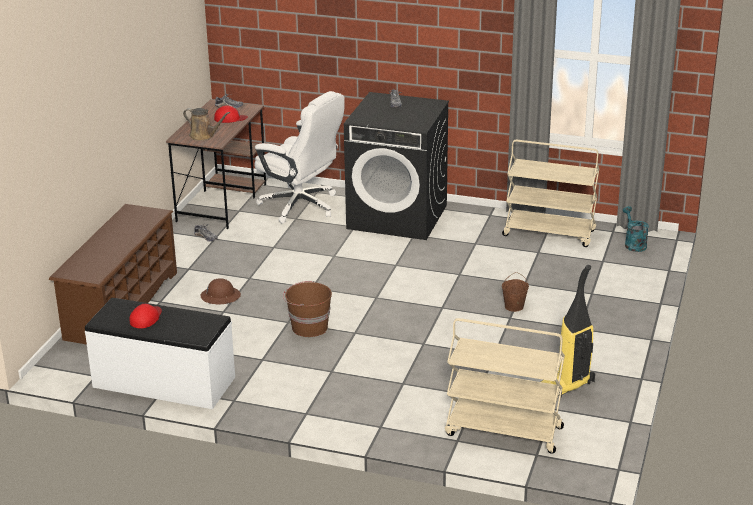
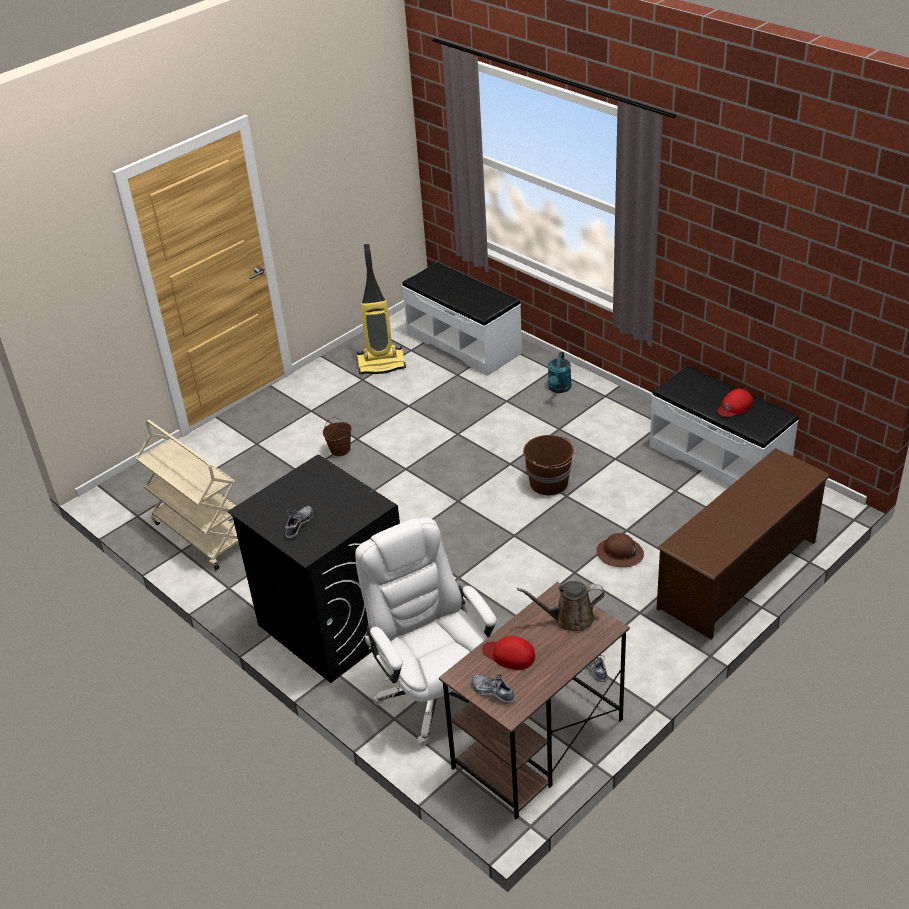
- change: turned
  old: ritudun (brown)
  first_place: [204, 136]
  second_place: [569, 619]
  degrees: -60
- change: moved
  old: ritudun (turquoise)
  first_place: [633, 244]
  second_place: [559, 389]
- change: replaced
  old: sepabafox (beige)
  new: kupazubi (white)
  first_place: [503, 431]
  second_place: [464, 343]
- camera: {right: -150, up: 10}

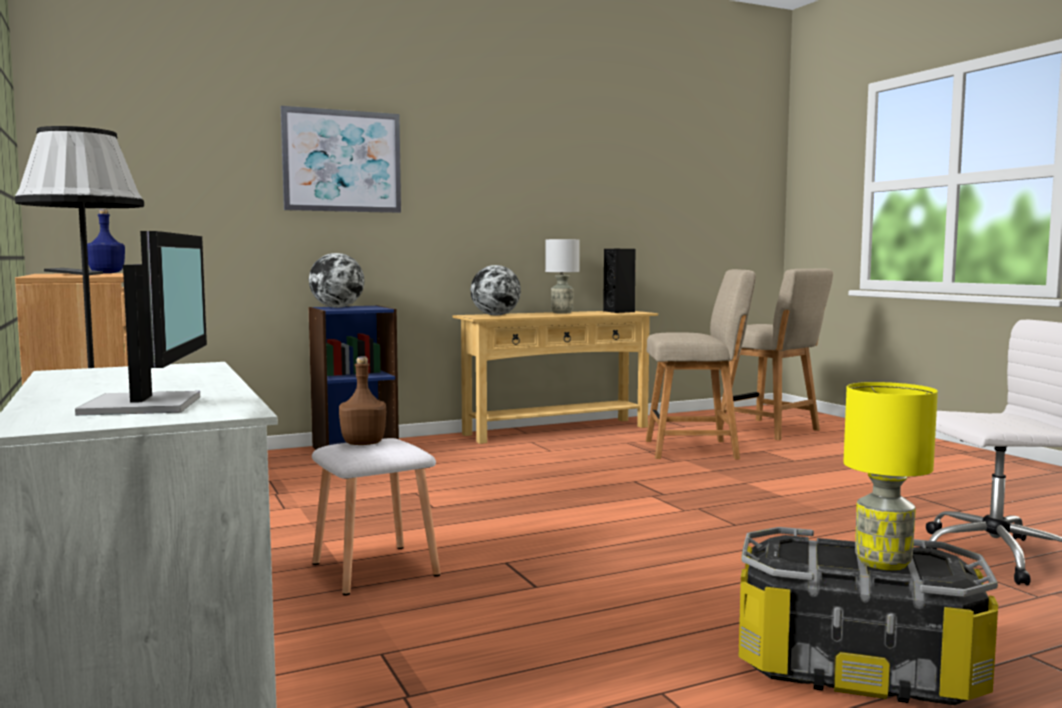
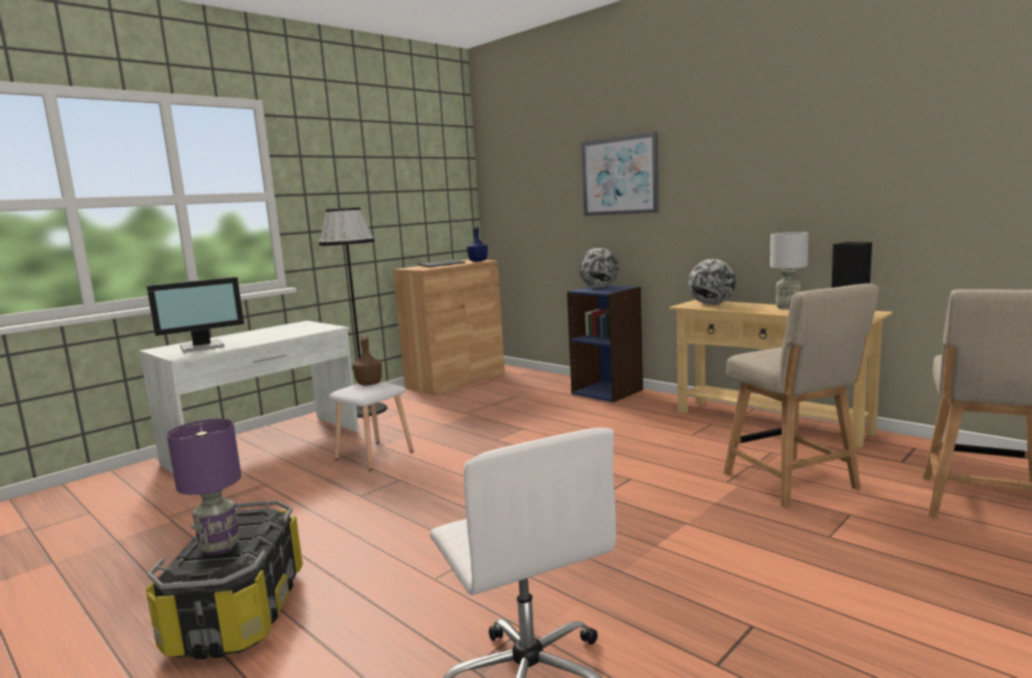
- change: recoloured
  old: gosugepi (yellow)
  new: gosugepi (purple)
  first_place: [881, 562]
  second_place: [221, 547]
- camera: {right: 70, up: 5}

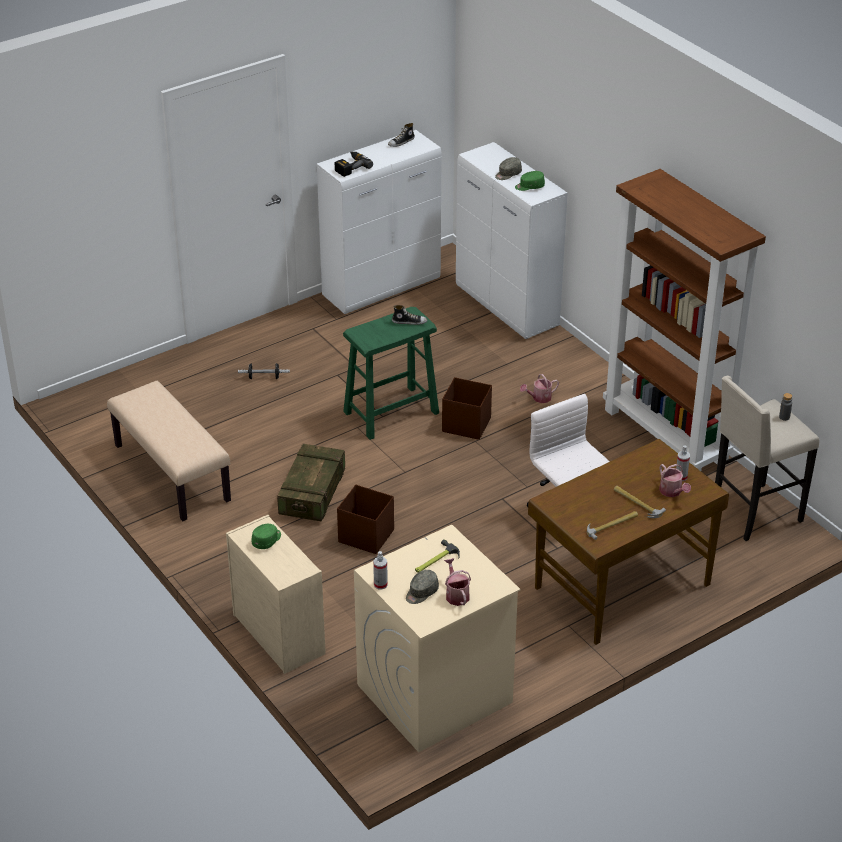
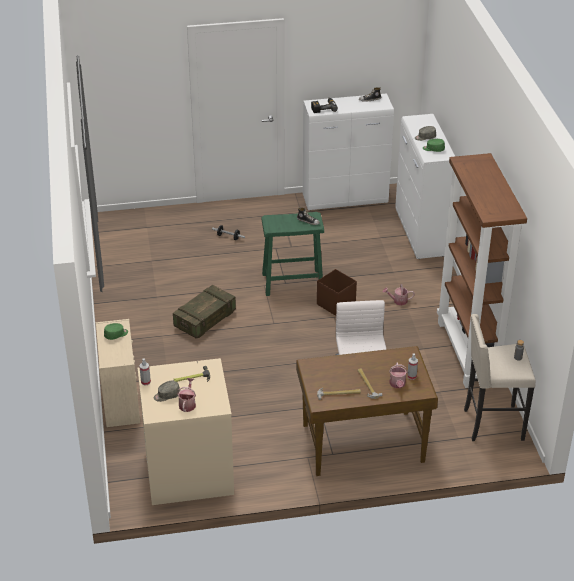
- change: removed
  old: kupazubi (beige)
  first_place: [171, 473]
- change: removed
  old: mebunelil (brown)
  first_place: [365, 535]
- camera: {right: 25, up: 0}

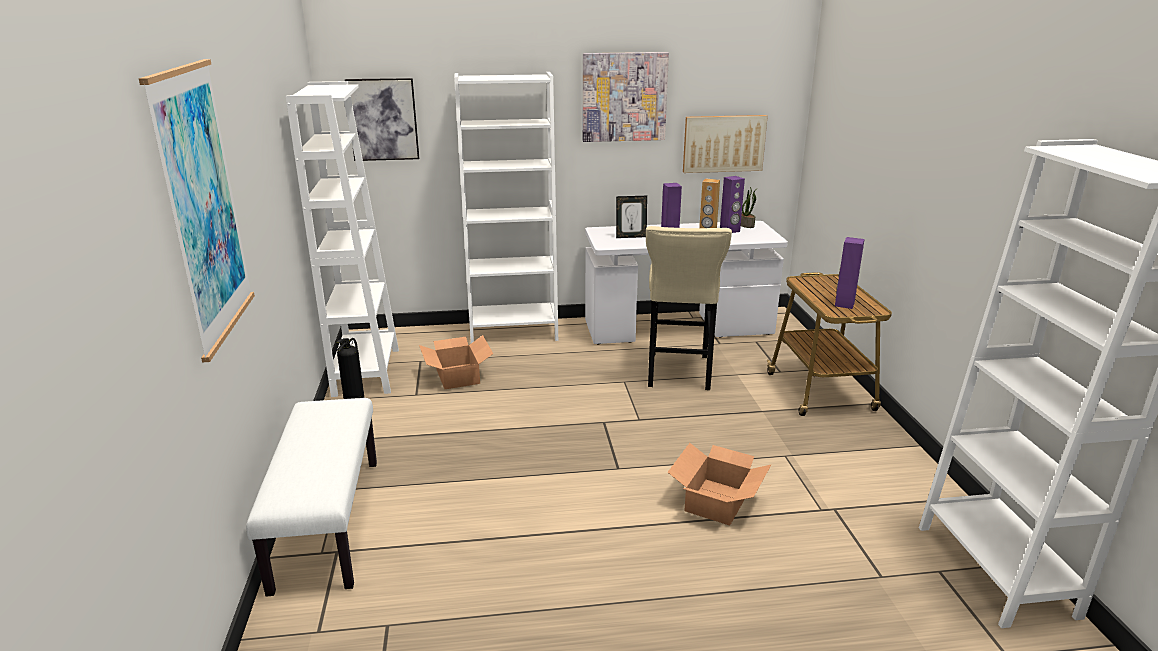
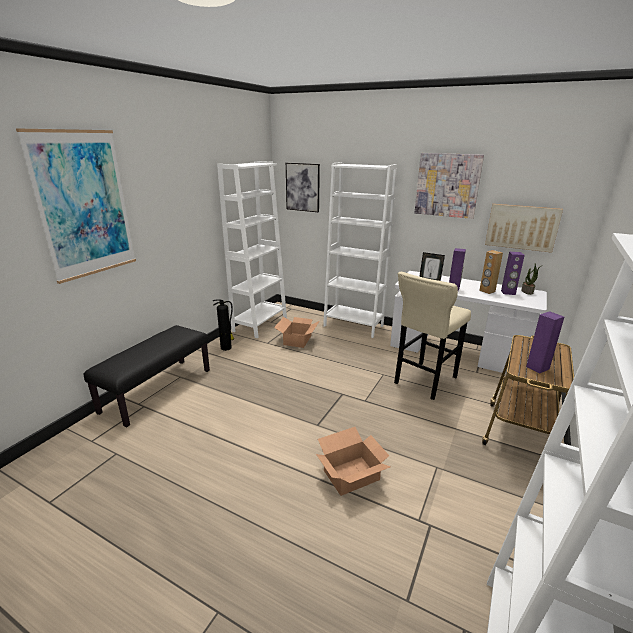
- change: recoloured
  old: kupazubi (white)
  new: kupazubi (black)
  first_place: [326, 522]
  second_place: [157, 390]
- camera: {right: 35, up: 0}

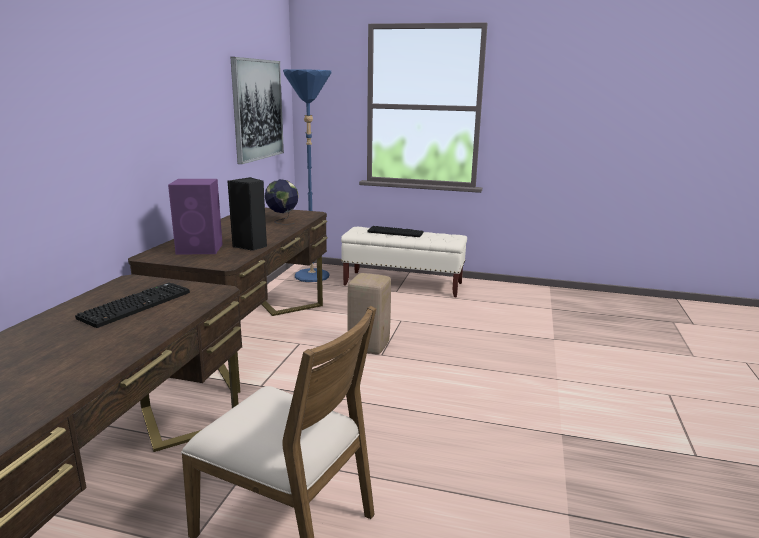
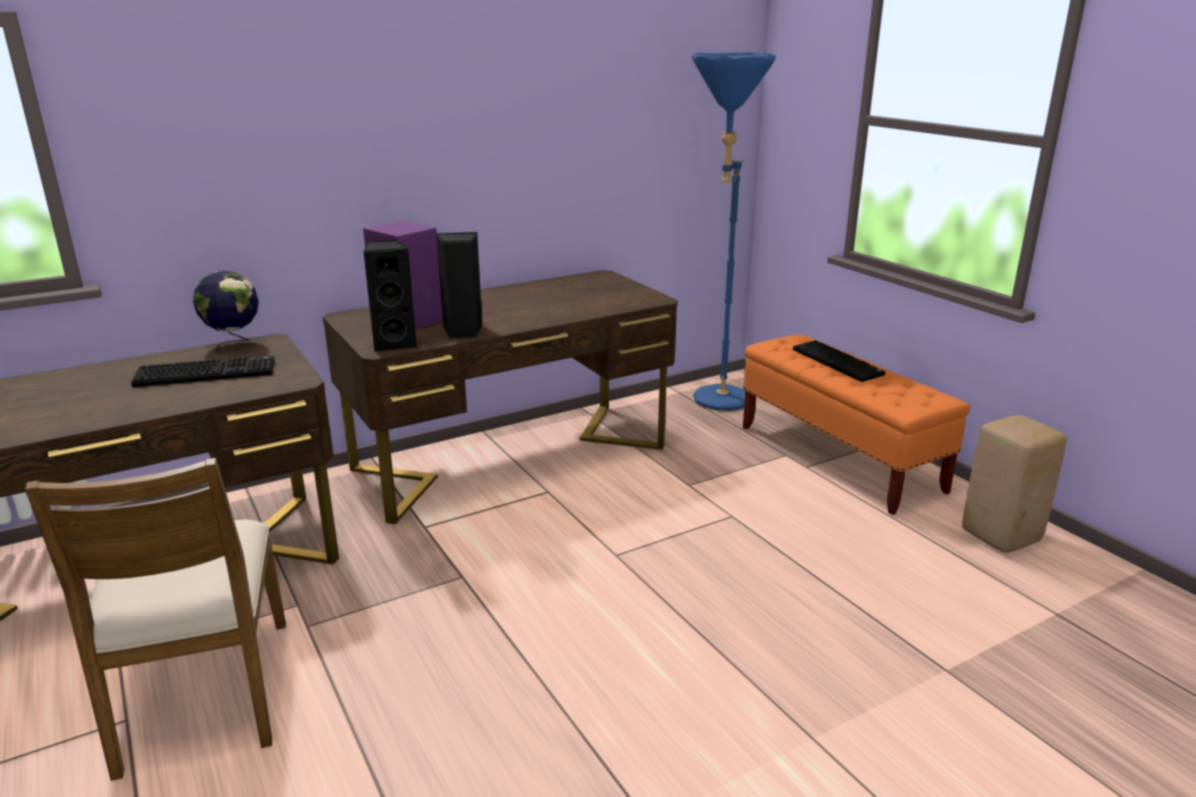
- change: removed
  old: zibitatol
  first_place: [257, 109]
- change: moved
  old: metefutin
  first_place: [282, 221]
  second_place: [234, 345]
- change: recoloured
  old: kupazubi (beige)
  new: kupazubi (orange)
  first_place: [403, 284]
  second_place: [839, 459]
- change: moved
  old: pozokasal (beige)
  first_place: [369, 347]
  second_place: [1001, 537]
- change: added
  new: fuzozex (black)
  second_place: [394, 343]
- camera: {right: 45, up: 5}

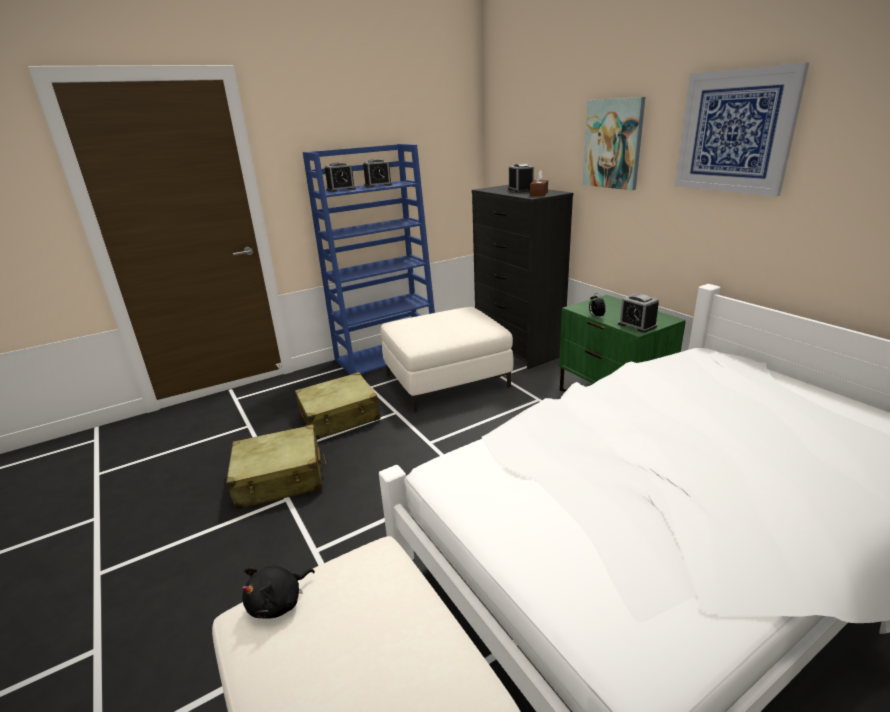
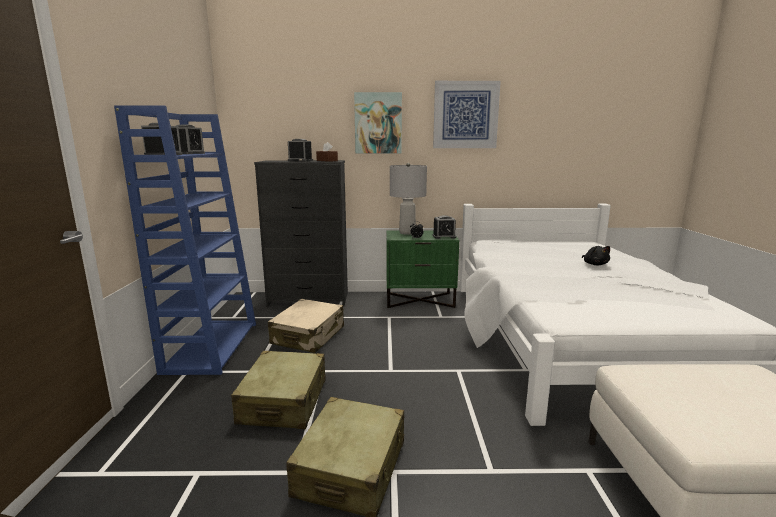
- change: replaced
  old: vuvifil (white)
  new: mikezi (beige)
  first_place: [447, 380]
  second_place: [308, 335]
- change: moved
  old: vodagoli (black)
  first_place: [279, 602]
  second_place: [595, 264]
- change: added
  new: gosugepi (grey)
  second_place: [407, 232]
- camera: {right: -60, up: -10}

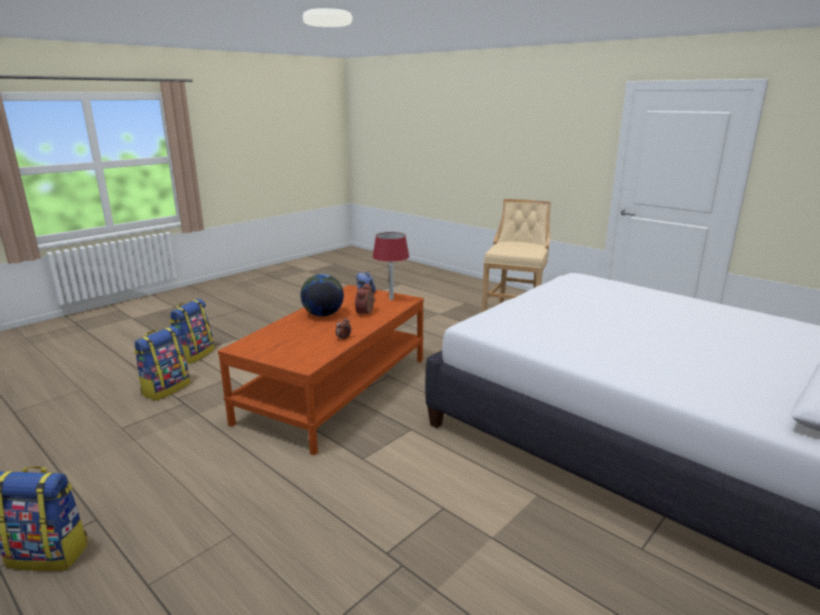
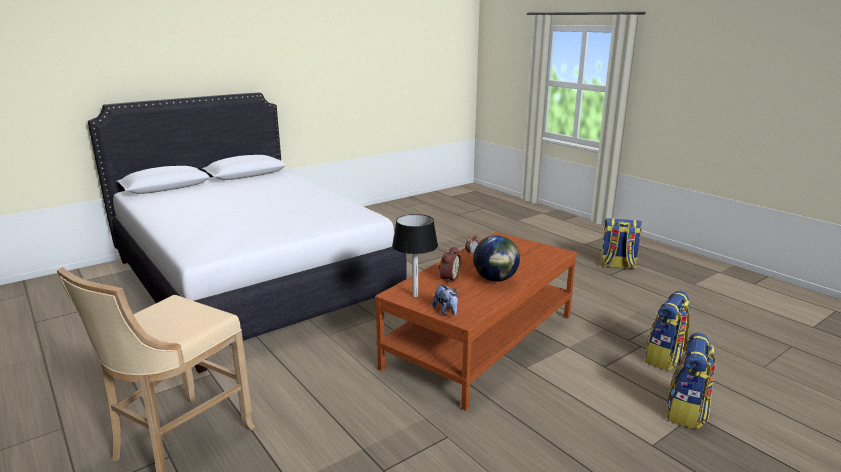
- change: recoloured
  old: gosugepi (red)
  new: gosugepi (black)
  first_place: [391, 299]
  second_place: [415, 296]
- camera: {right: -170, up: 0}

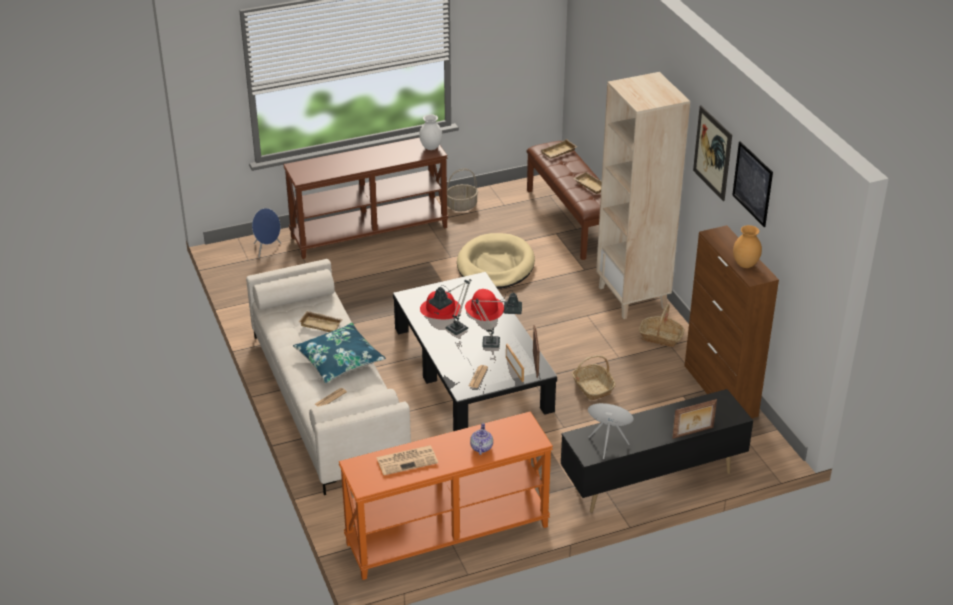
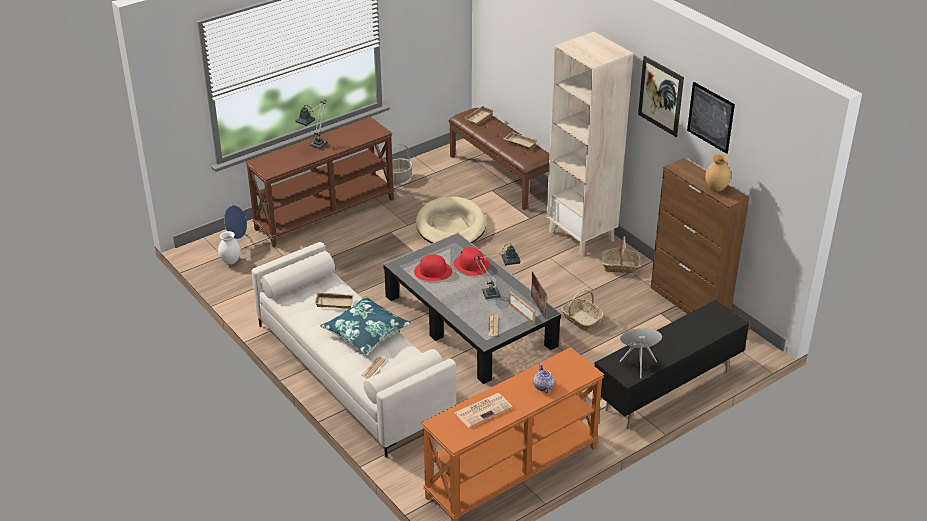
- change: moved
  old: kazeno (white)
  first_place: [430, 147]
  second_place: [230, 261]
- change: moved
  old: gosugepi
  first_place: [453, 331]
  second_place: [316, 146]
- change: removed
  old: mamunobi
  first_place: [693, 433]
- camera: {right: -15, up: 0}

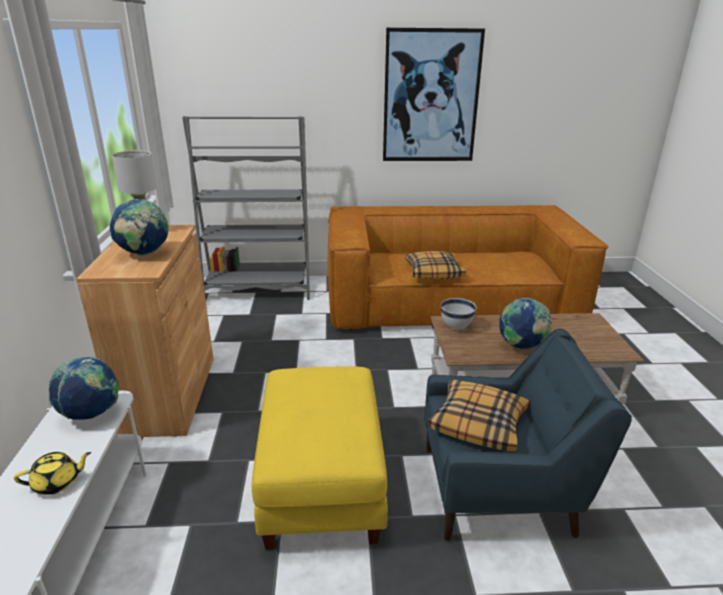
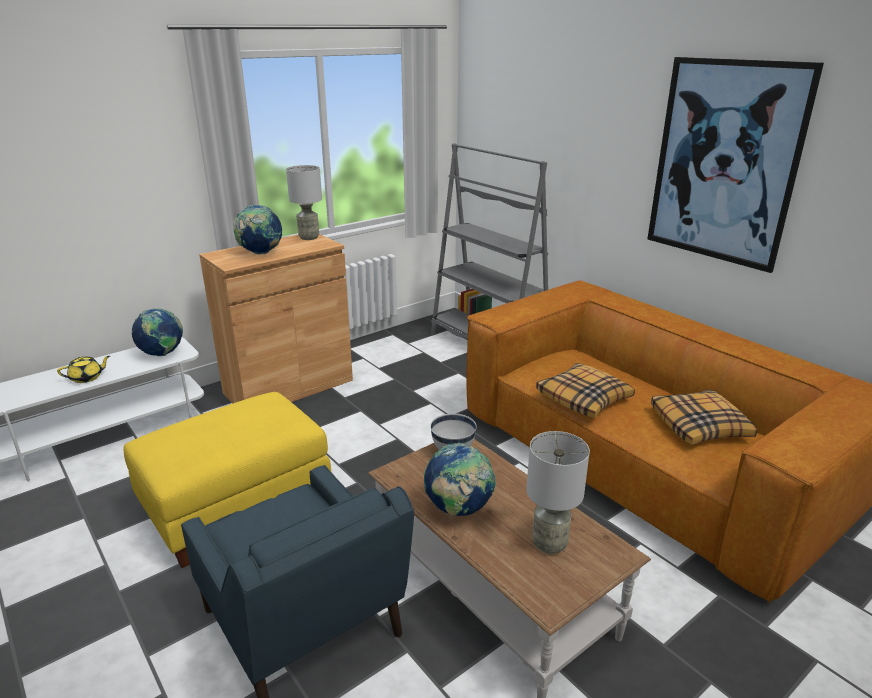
- change: moved
  old: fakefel
  first_place: [478, 423]
  second_place: [700, 426]
- change: turned
  old: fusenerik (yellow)
  first_place: [57, 483]
  second_place: [87, 378]
  degrees: -60
- change: added
  new: gosugepi (grey)
  second_place: [550, 543]
- camera: {right: 55, up: 0}

